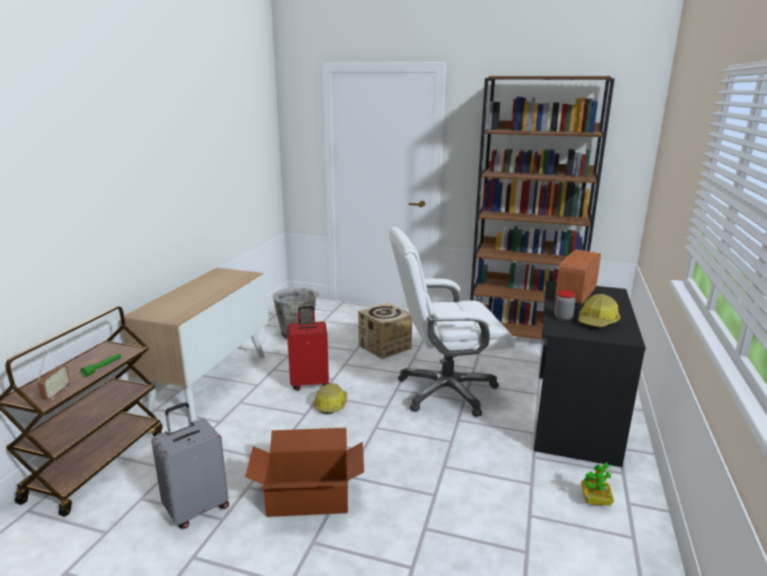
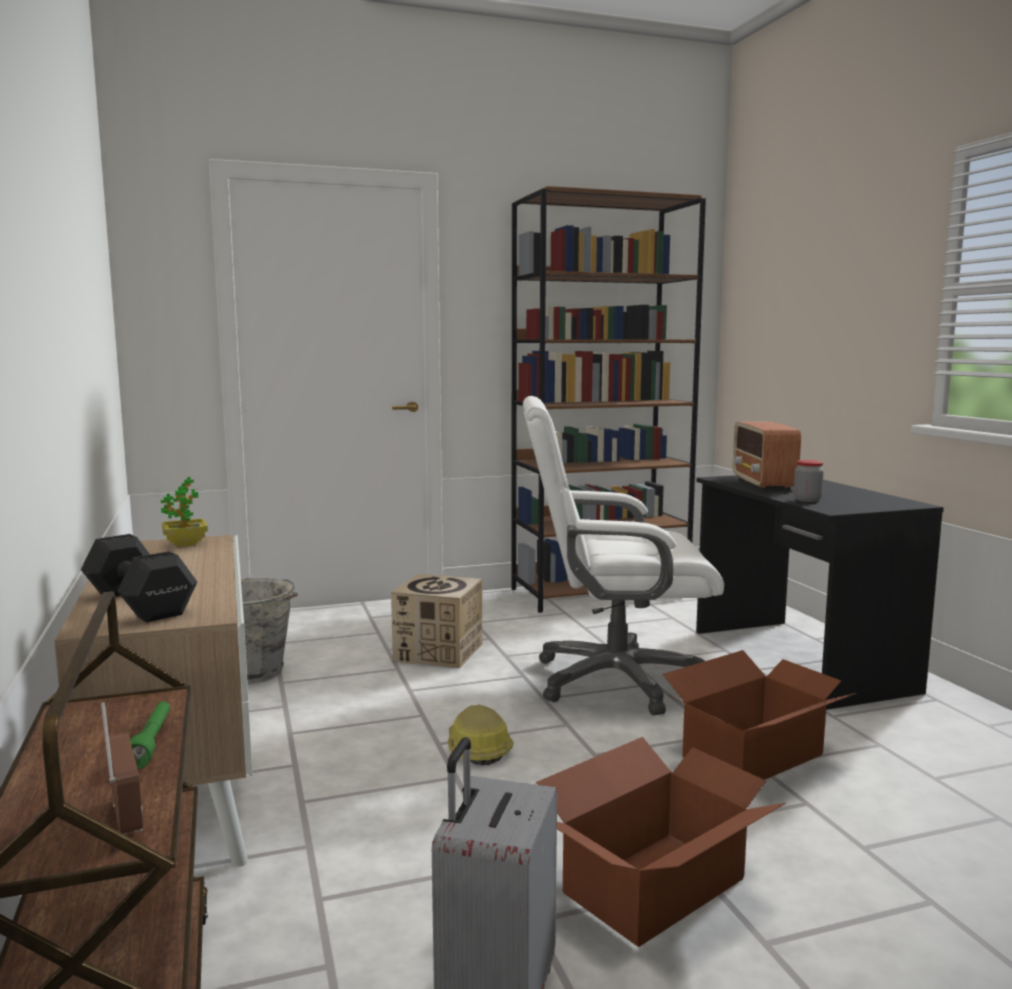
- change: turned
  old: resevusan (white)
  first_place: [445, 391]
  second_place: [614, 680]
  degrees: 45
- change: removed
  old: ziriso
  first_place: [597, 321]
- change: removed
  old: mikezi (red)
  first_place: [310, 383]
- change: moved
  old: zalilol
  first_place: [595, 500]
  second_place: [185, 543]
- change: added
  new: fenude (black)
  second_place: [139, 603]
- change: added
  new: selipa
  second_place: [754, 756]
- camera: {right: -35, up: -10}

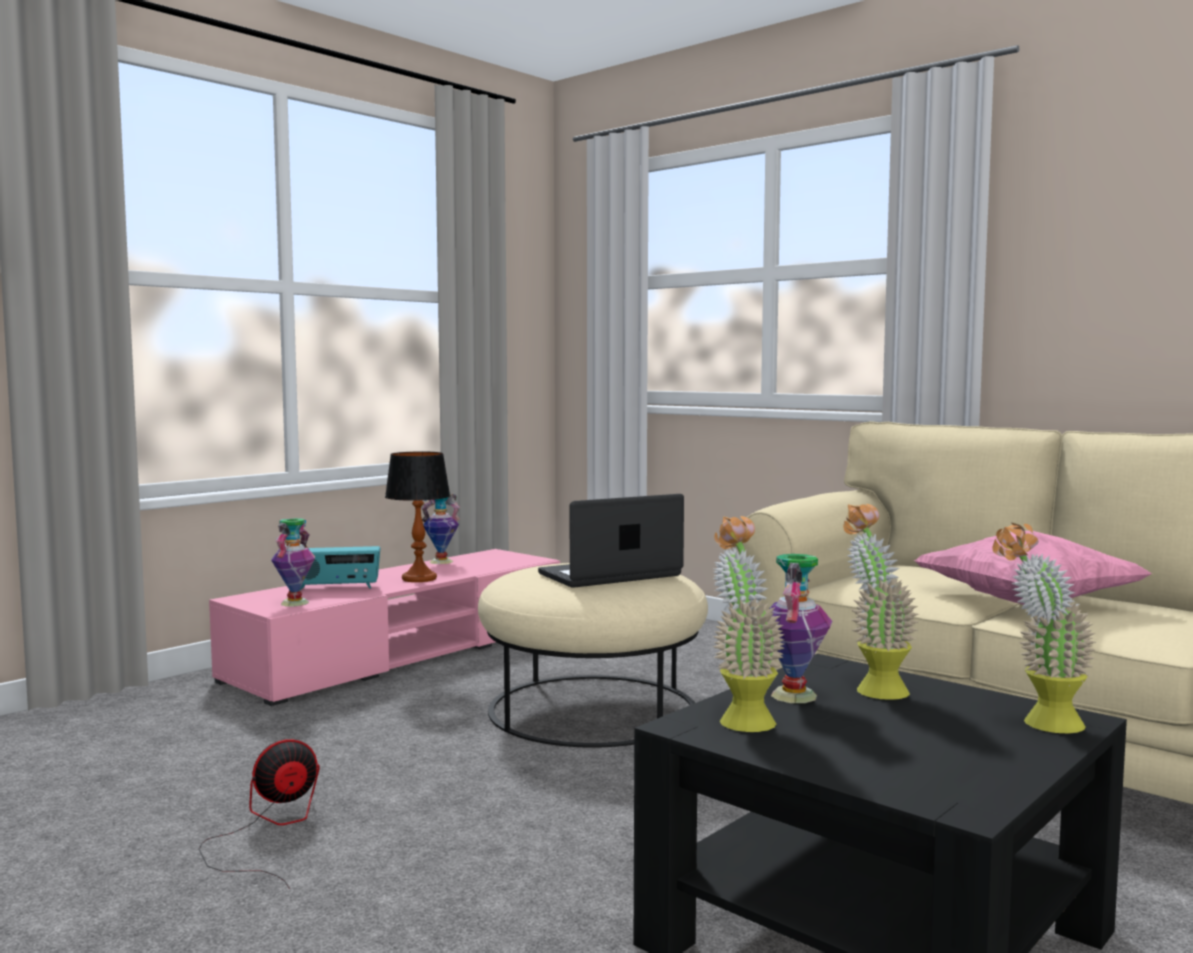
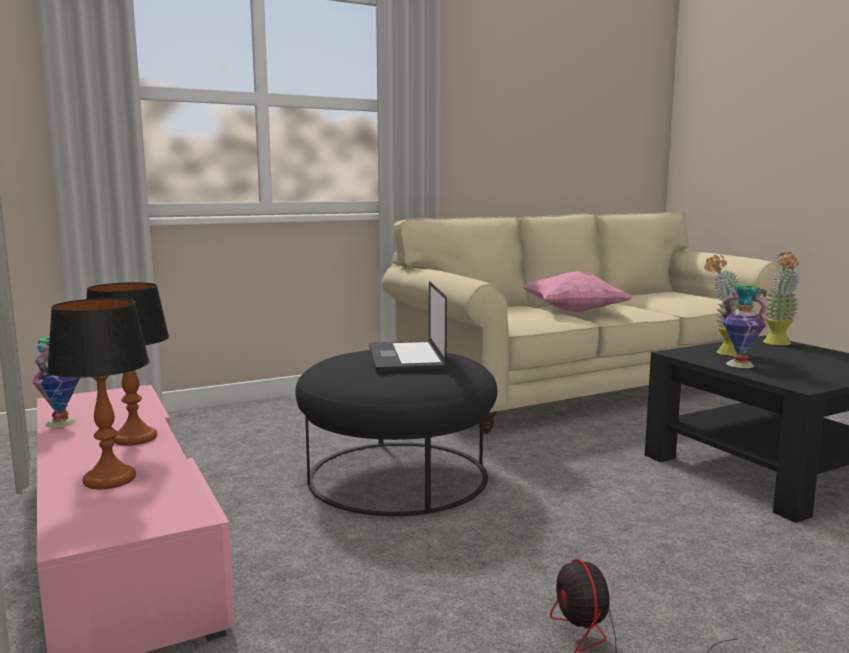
- change: removed
  old: zalilol
  first_place: [741, 718]
- change: removed
  old: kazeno
  first_place: [294, 603]
- change: replaced
  old: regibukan
  new: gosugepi
  first_place: [335, 588]
  second_place: [109, 479]
- change: recoloured
  old: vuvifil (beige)
  new: vuvifil (black)
  first_place: [592, 708]
  second_place: [397, 475]
- camera: {right: -70, up: 5}

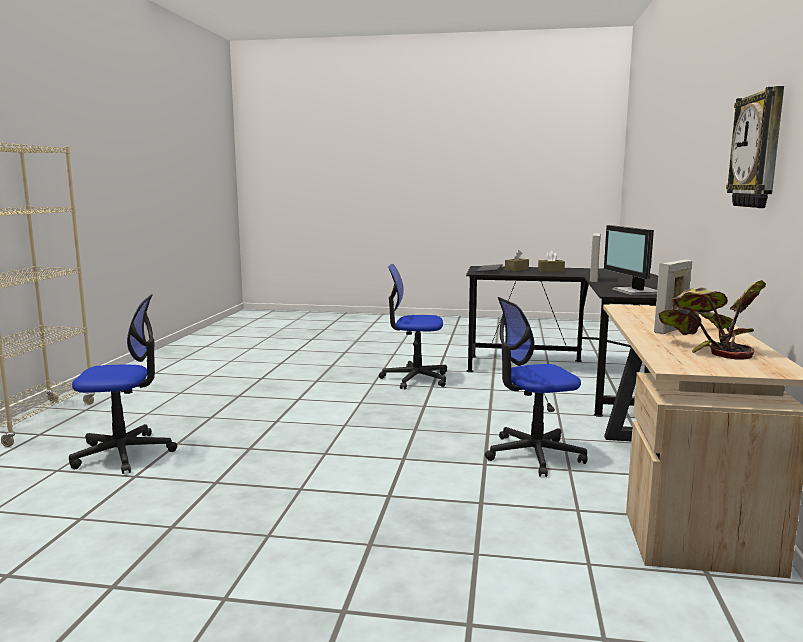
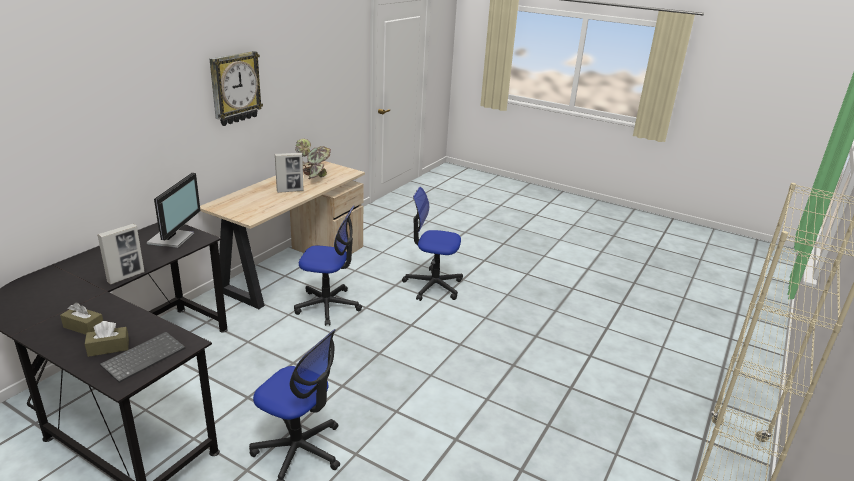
- change: moved
  old: resevusan
  first_place: [124, 453]
  second_place: [433, 286]
- camera: {right: -160, up: 15}

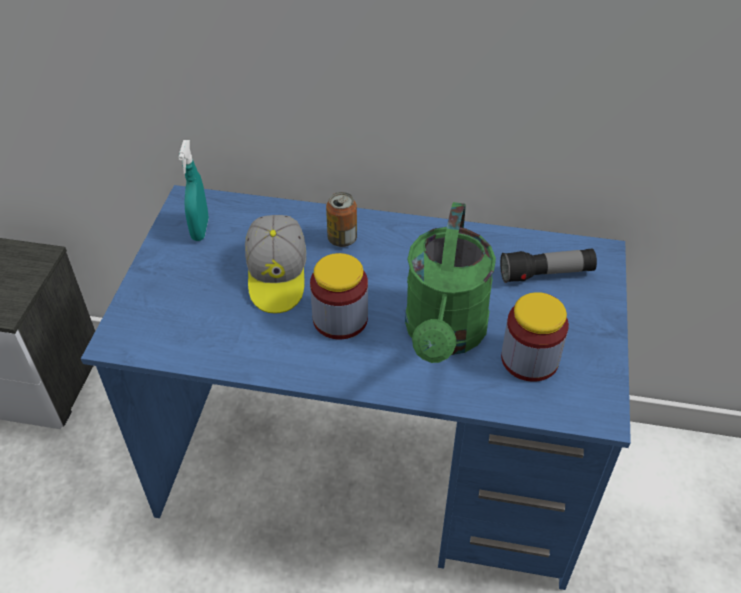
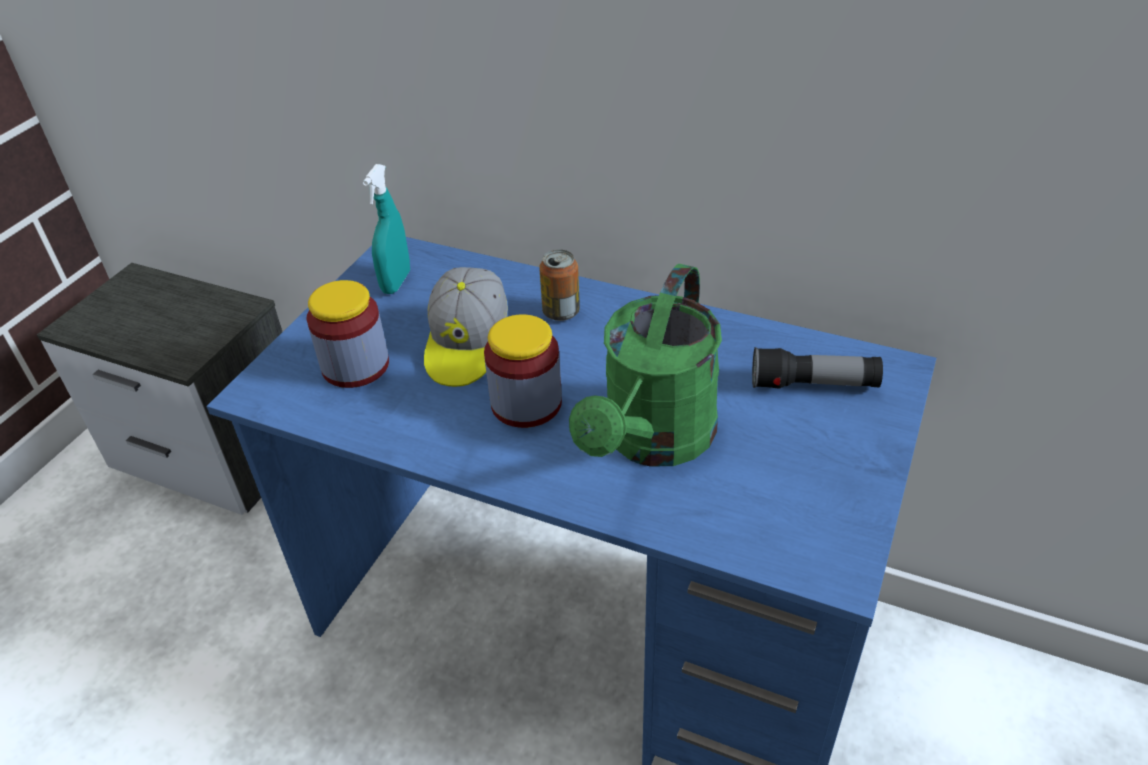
- change: moved
  old: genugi
  first_place: [529, 359]
  second_place: [355, 366]
- camera: {right: 15, up: -5}

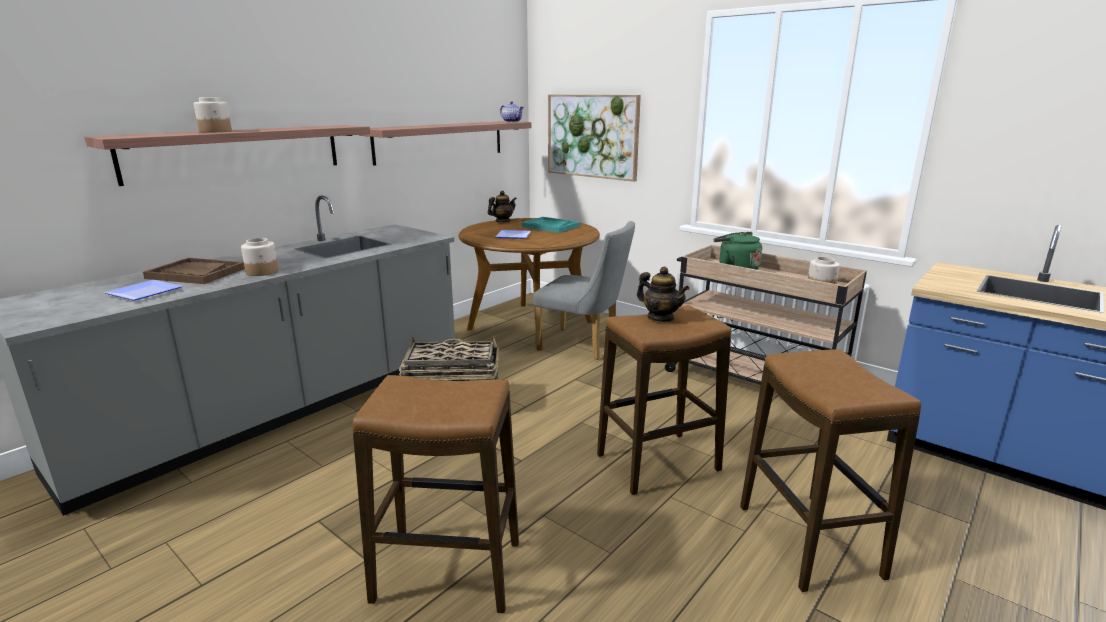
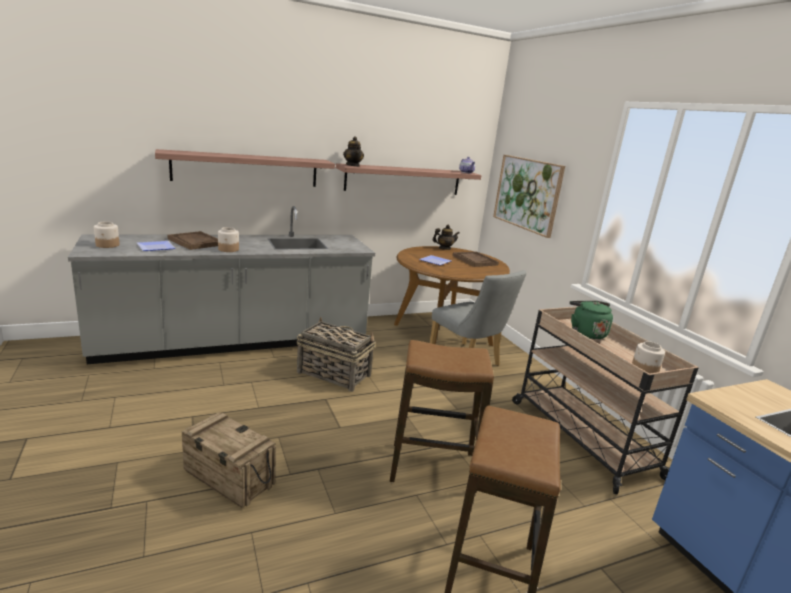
- change: moved
  old: genugi
  first_place: [216, 131]
  second_place: [107, 245]
- change: recoloured
  old: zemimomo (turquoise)
  new: zemimomo (brown)
  first_place: [550, 226]
  second_place: [474, 260]
- change: moved
  old: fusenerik
  first_place: [660, 318]
  second_place: [353, 165]
- change: replaced
  old: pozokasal
  new: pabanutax
  first_place: [447, 572]
  second_place: [228, 477]
- camera: {right: 25, up: 0}

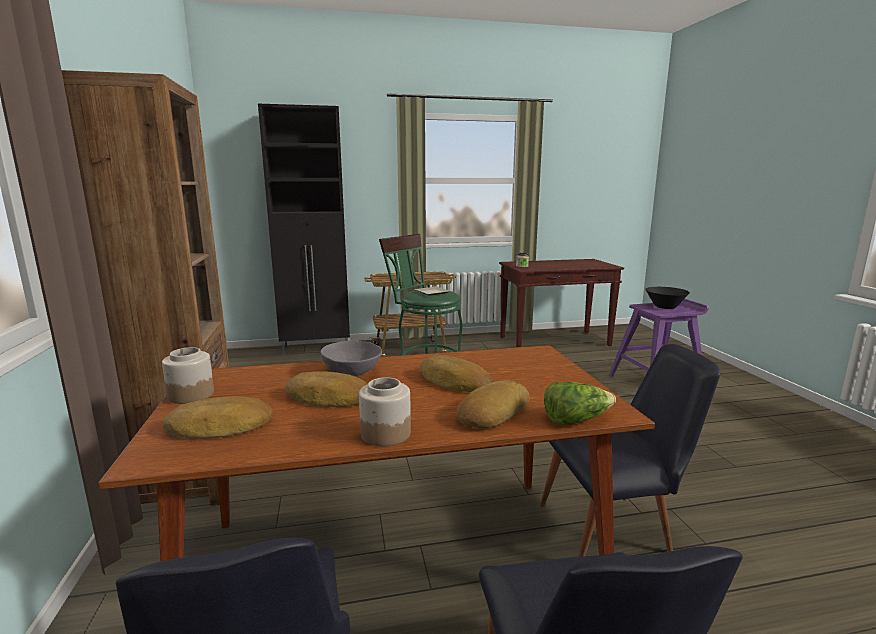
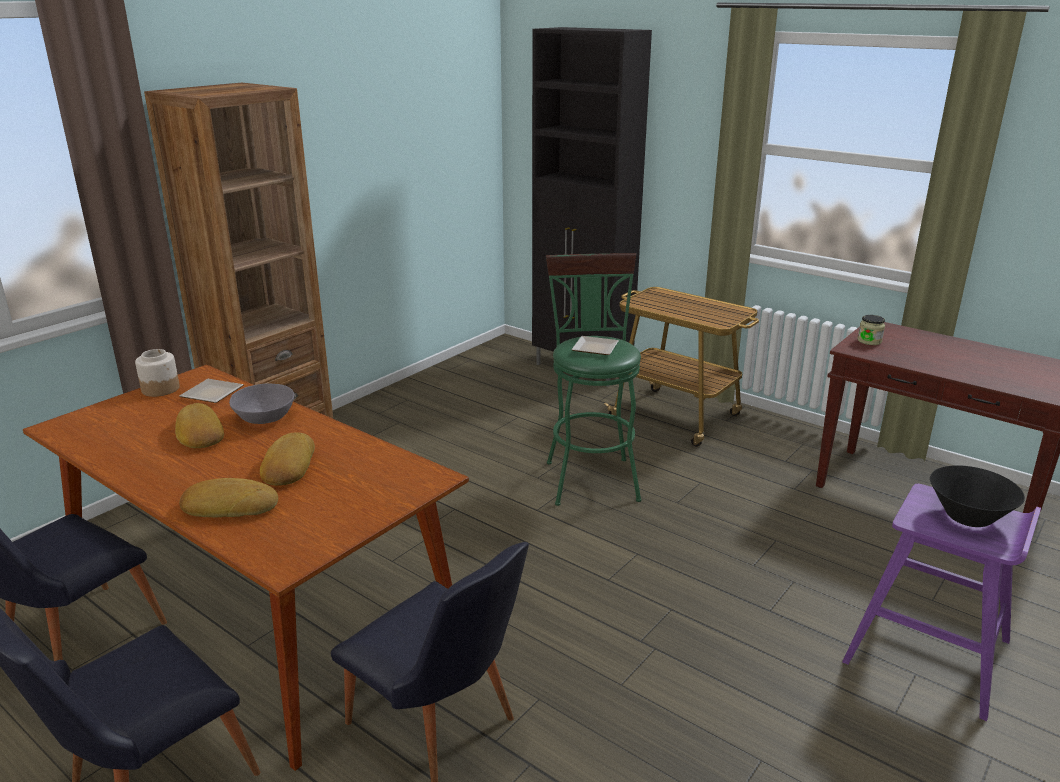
- change: removed
  old: genugi
  first_place: [385, 434]
- change: removed
  old: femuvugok
  first_place: [575, 420]
- change: removed
  old: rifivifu
  first_place: [220, 427]
- change: added
  new: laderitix
  second_place: [212, 393]
- camera: {right: 50, up: 10}

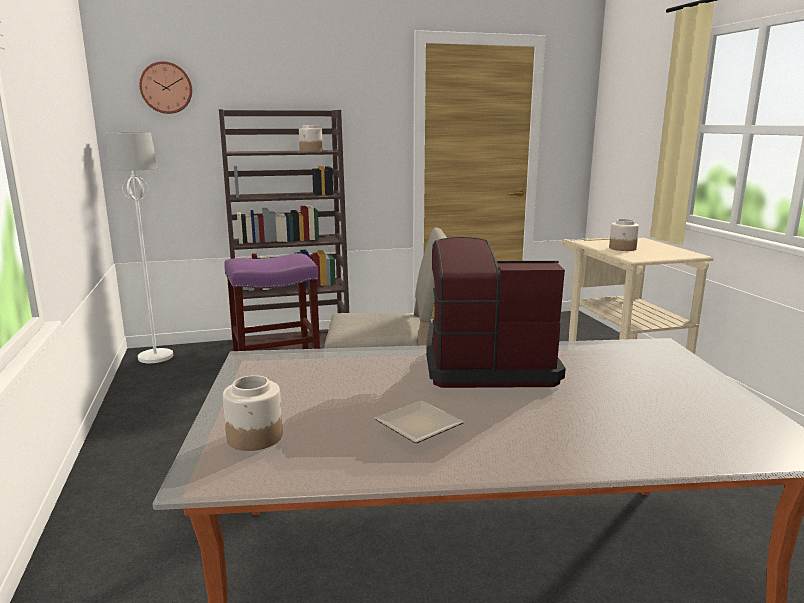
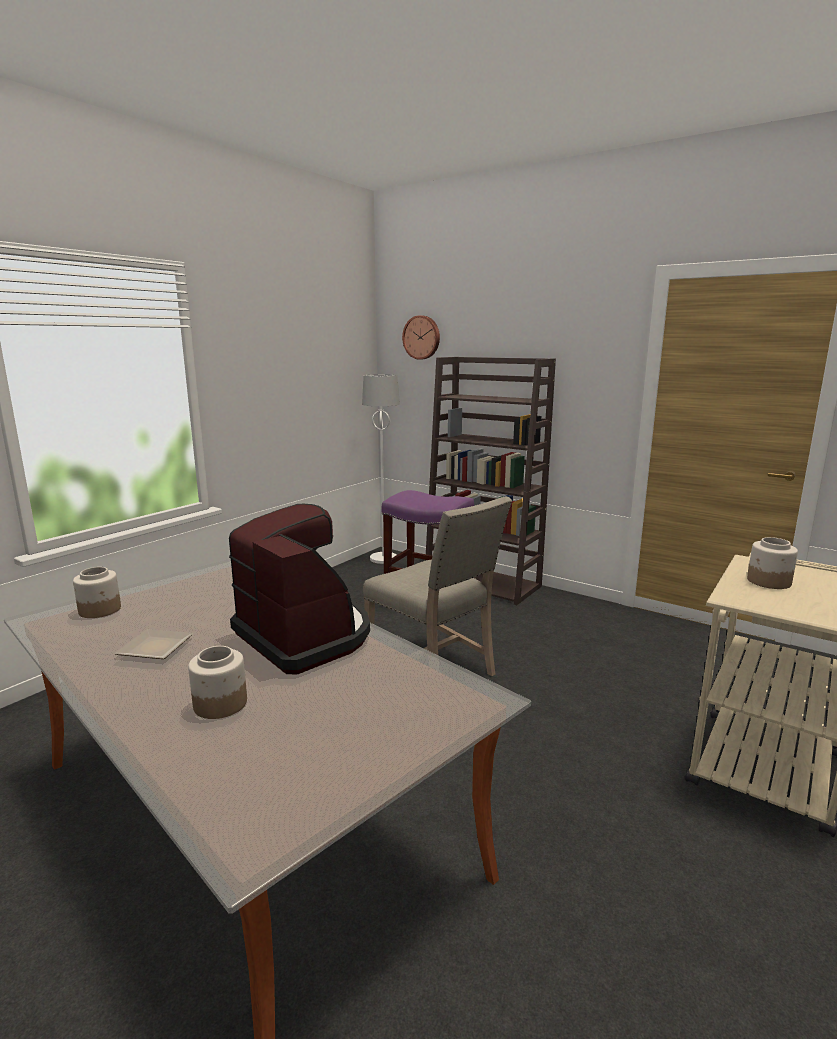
- change: moved
  old: genugi
  first_place: [311, 151]
  second_place: [220, 704]
- camera: {right: 50, up: 0}

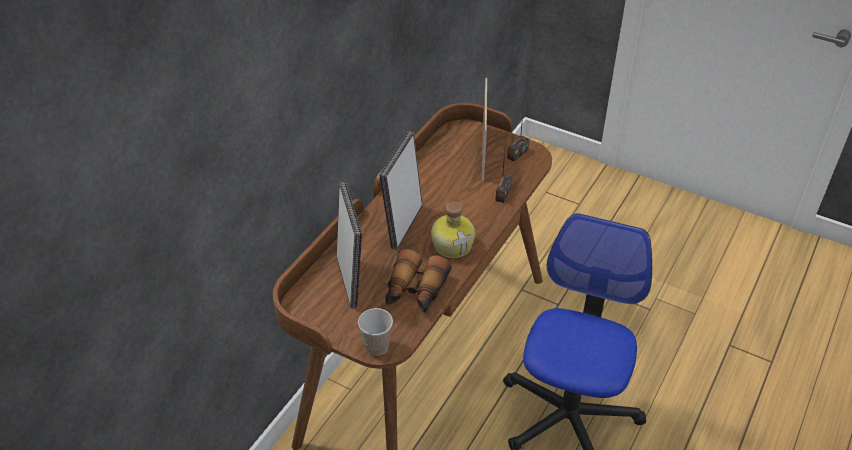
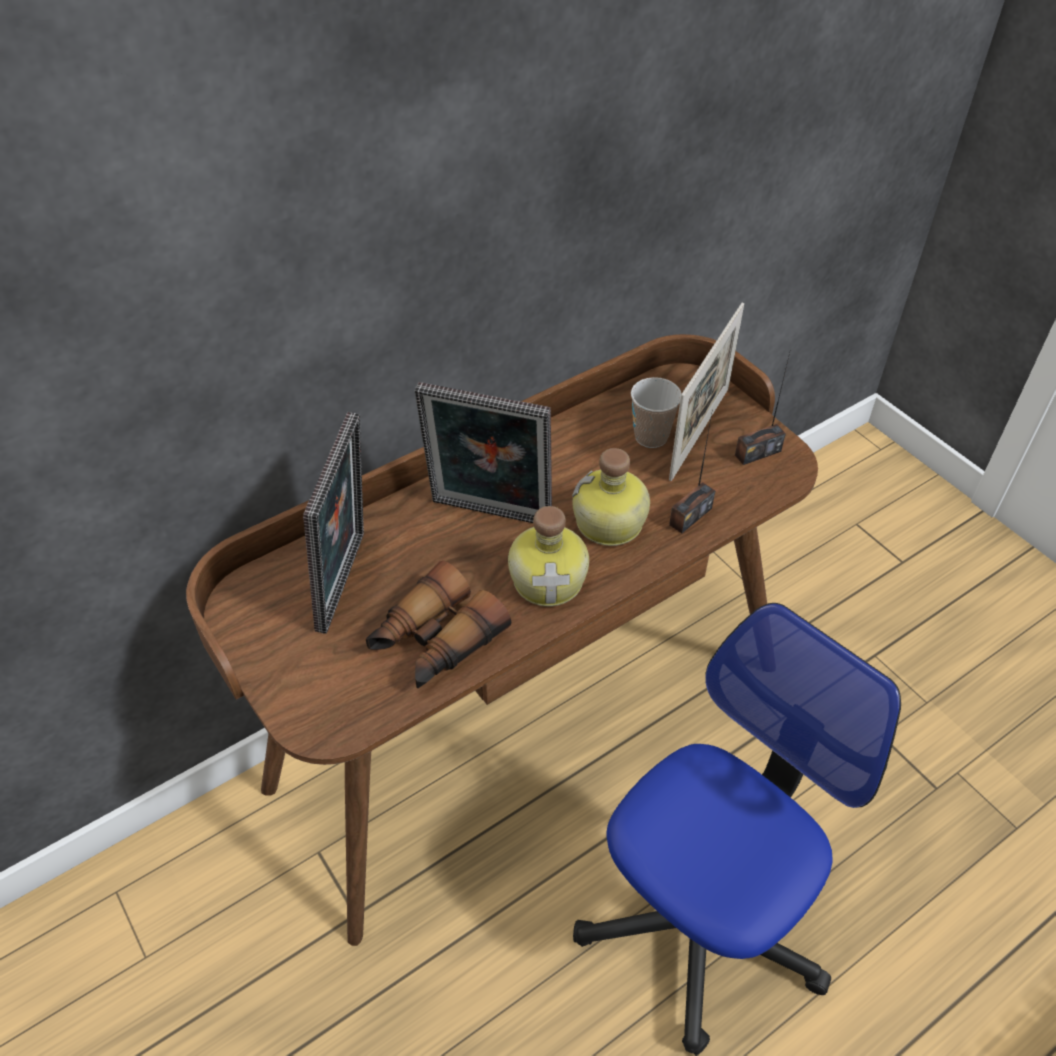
- change: turned
  old: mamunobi
  first_place: [403, 225]
  second_place: [489, 516]
  degrees: -120
- change: moved
  old: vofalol
  first_place: [376, 346]
  second_place: [651, 437]
- change: added
  new: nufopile
  second_place: [610, 524]
- camera: {right: 25, up: 5}

